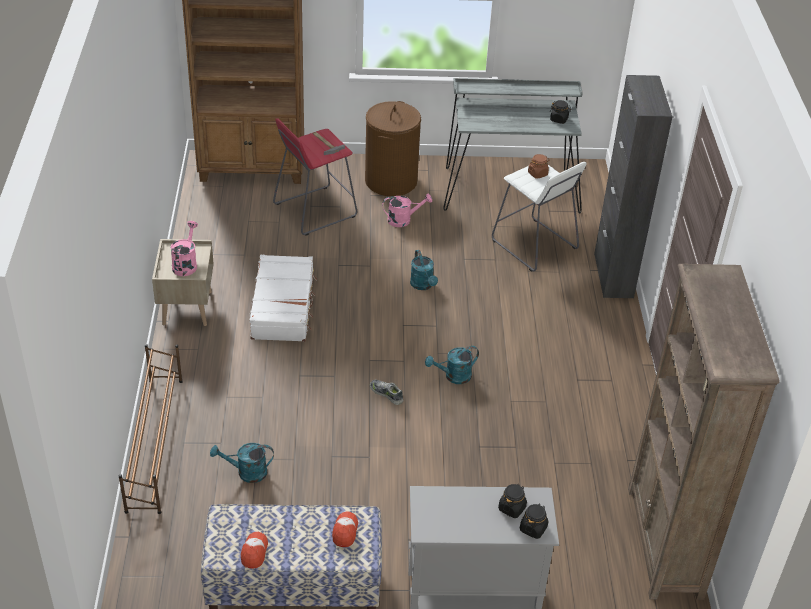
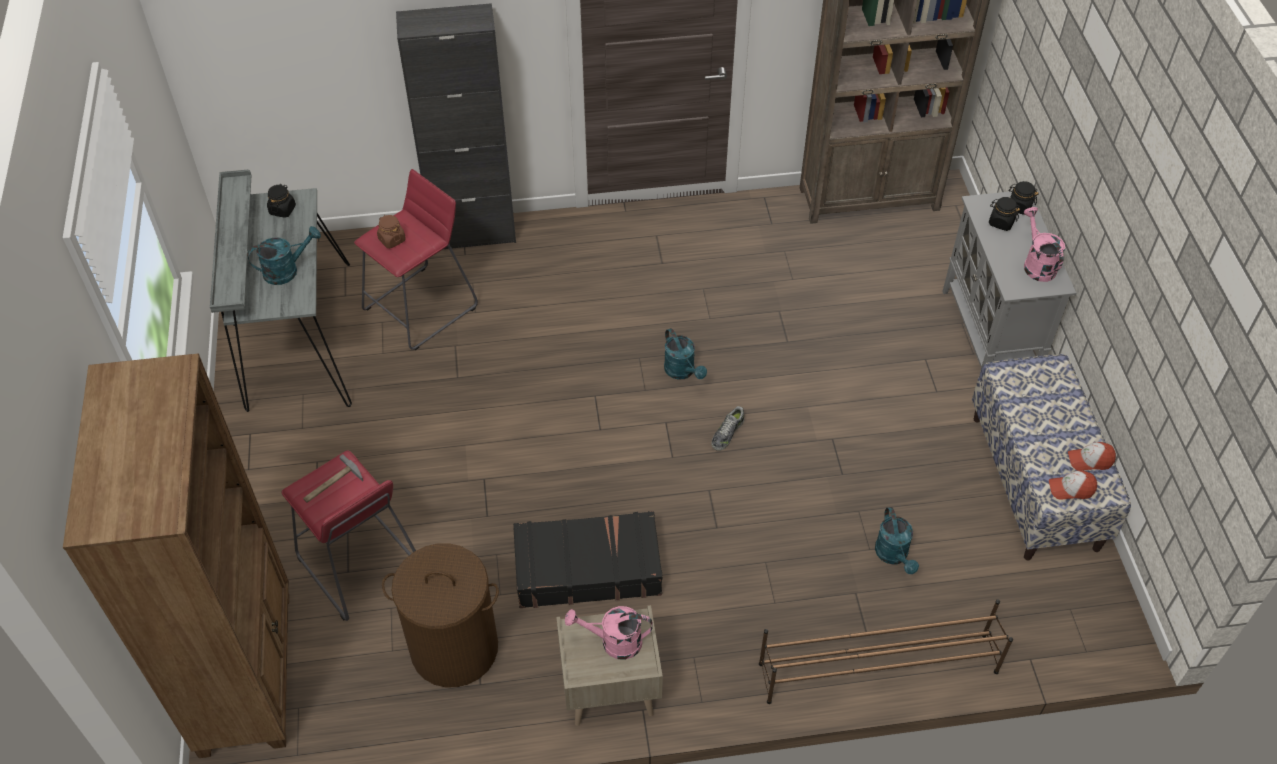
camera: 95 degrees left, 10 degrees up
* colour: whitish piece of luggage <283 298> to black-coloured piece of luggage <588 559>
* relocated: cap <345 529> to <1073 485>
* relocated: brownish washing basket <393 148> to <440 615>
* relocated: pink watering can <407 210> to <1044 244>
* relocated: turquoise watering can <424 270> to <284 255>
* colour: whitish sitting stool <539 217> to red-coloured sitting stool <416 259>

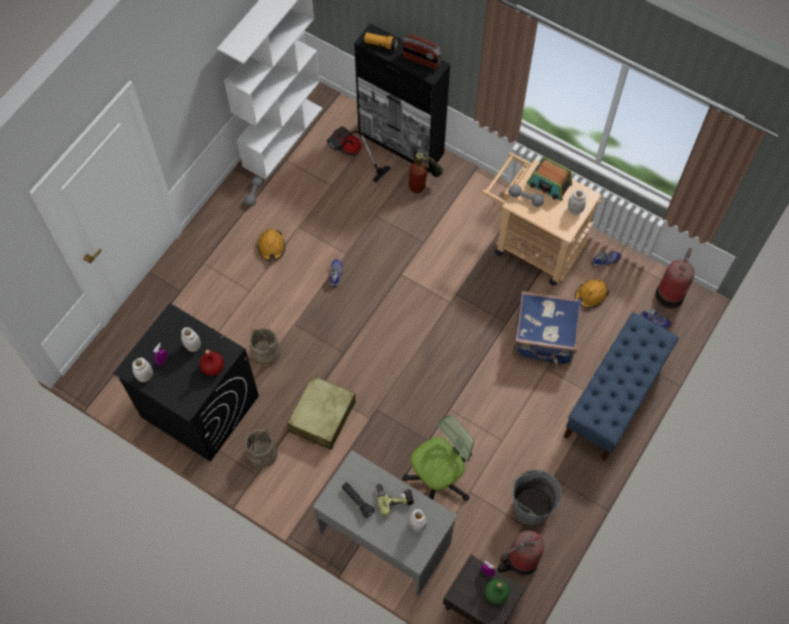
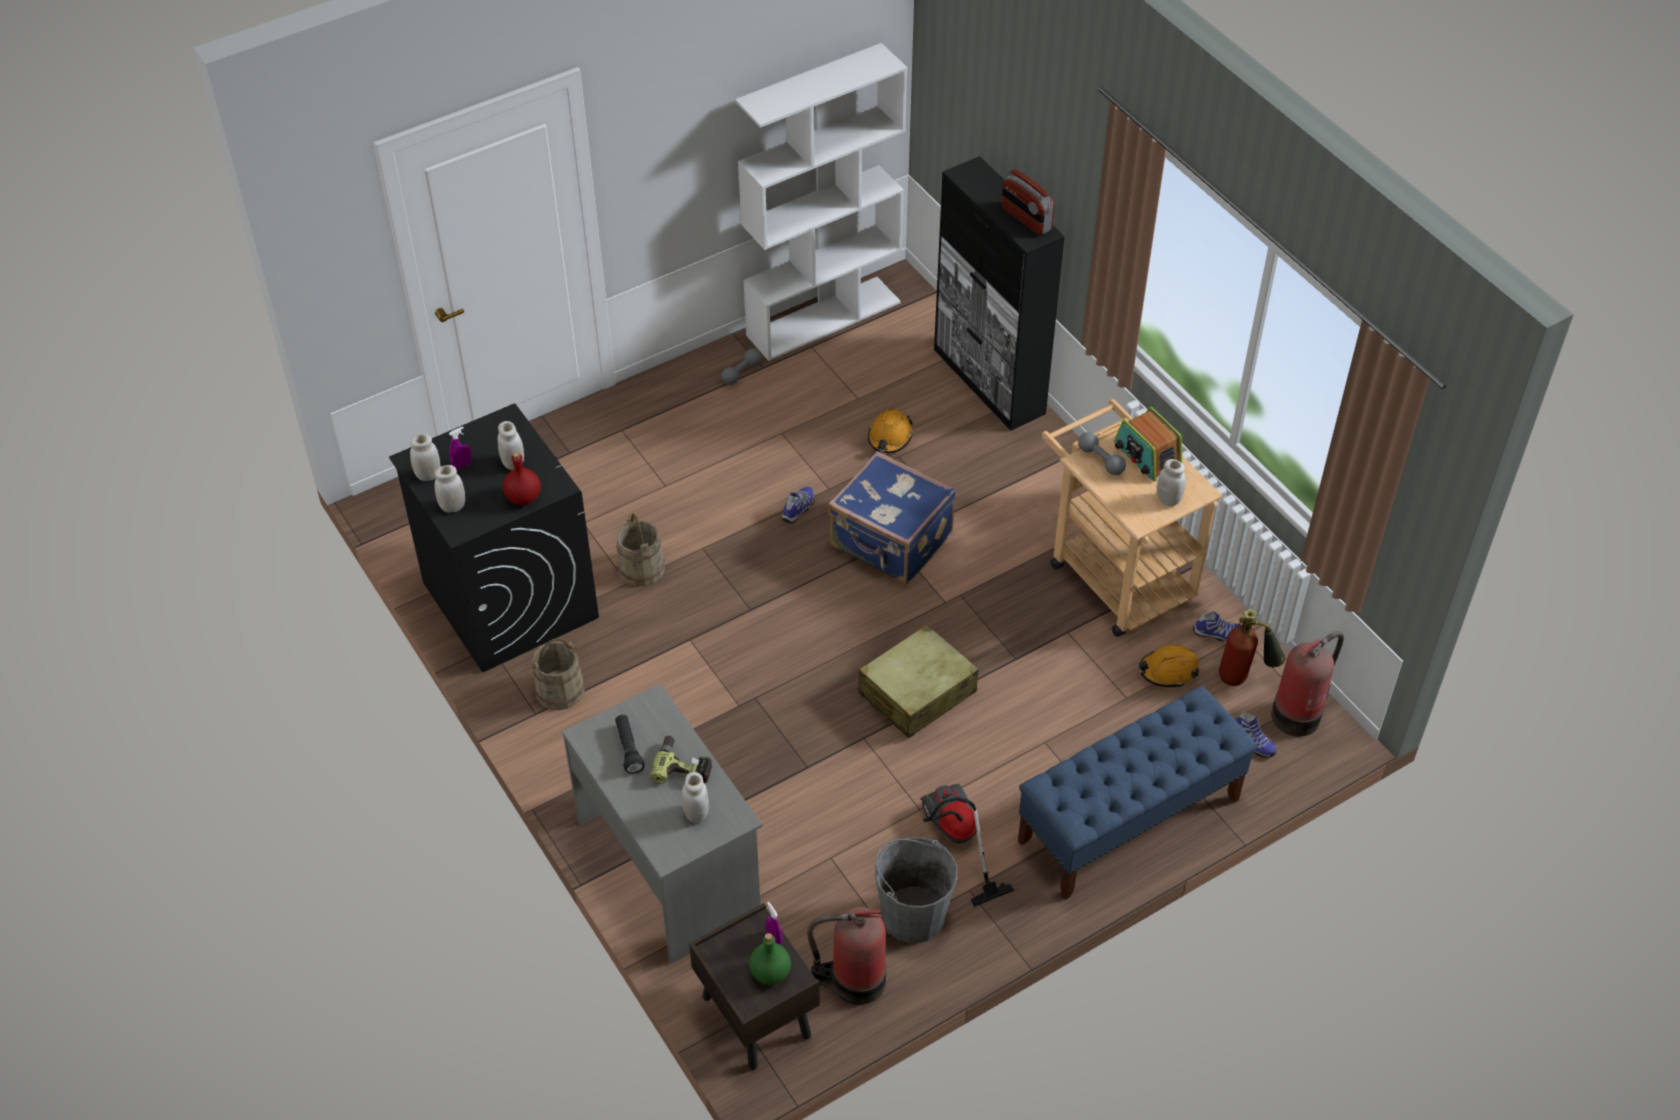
camera: 25 degrees right, 15 degrees down
* relocated: orange-coloured hard hat <271 245> to <890 431>
* relocated: sand-coloured piece of luggage <321 413> to <918 681>
* relocated: hoover <358 154> to <967 845>
* missing: flashlight <381 41>
* missing: computer chair <438 458>
* relocated: extinguisher <426 172> to <1252 647>
* relocated: blue piece of luggage <547 328> to <892 518>
* appeared: whitish storage jar <450 489>

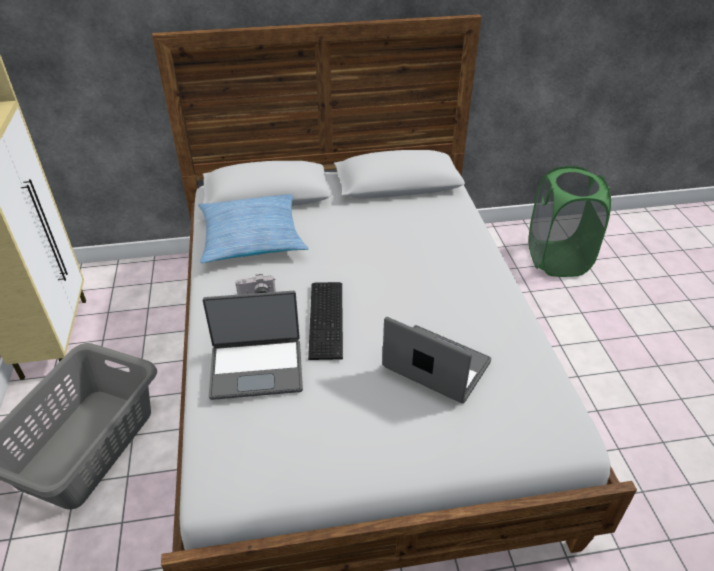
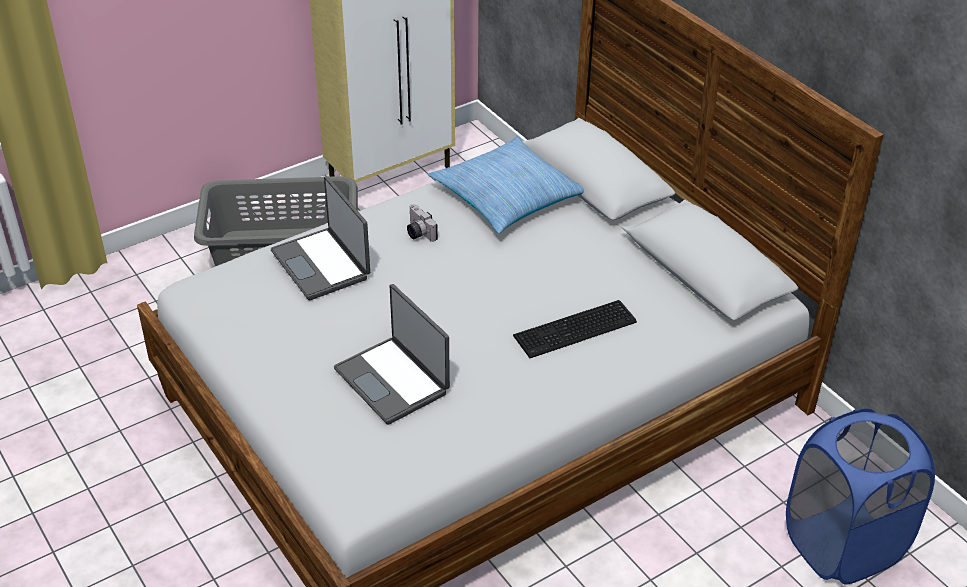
camera: 65 degrees right, 0 degrees up
* relocated: keyboard <325 321> to <575 329>
* spun: notebook computer <436 360> = <392 354> 135 degrees clockwise
* colour: green-coloured washing basket <570 221> to blue washing basket <860 496>

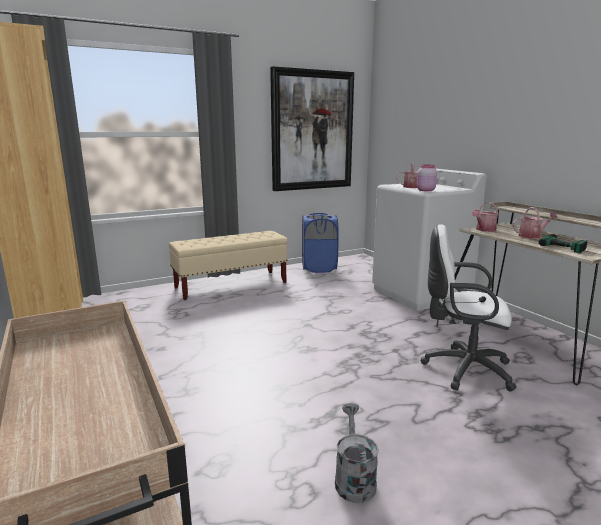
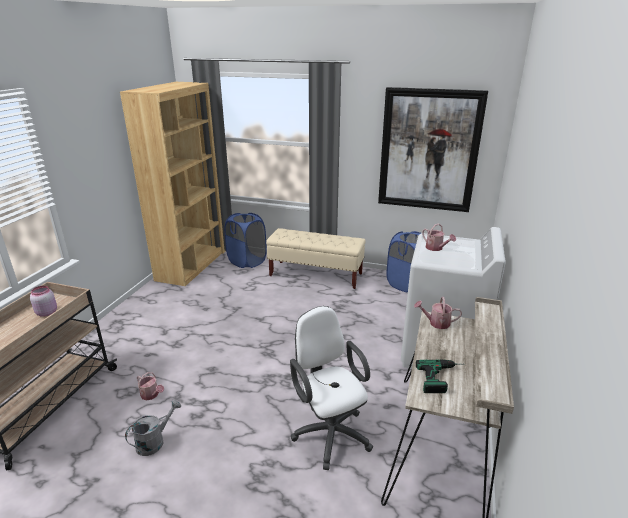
camera: 45 degrees right, 10 degrees up
* relocated: pink storage jar <427 178> to <43 301>
* relocated: watering can <535 223> to <150 386>
* appeared: blue washing basket <245 240>

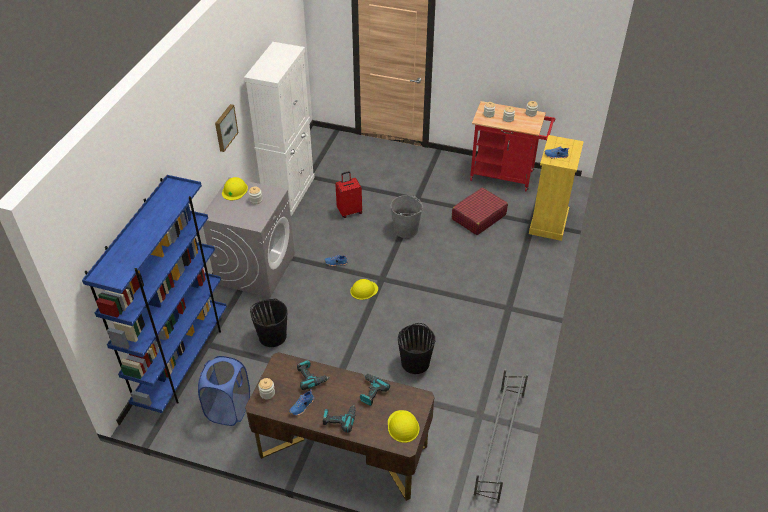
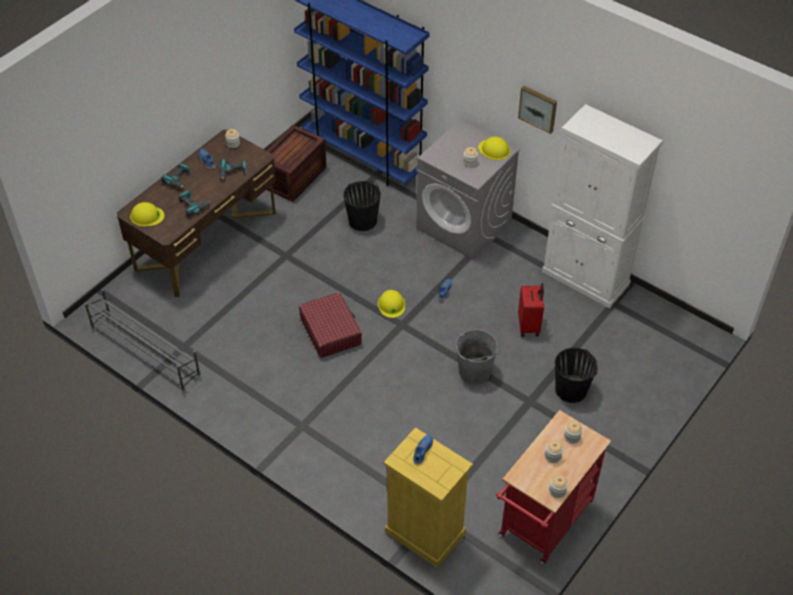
camera: 110 degrees right, 5 degrees up
* exchanged: blue washing basket <224 391> to packing crate <296 163>
* relocated: black-coloured pail <417 348> to <576 375>
* relocated: red-coloured piece of luggage <480 211> to <330 325>

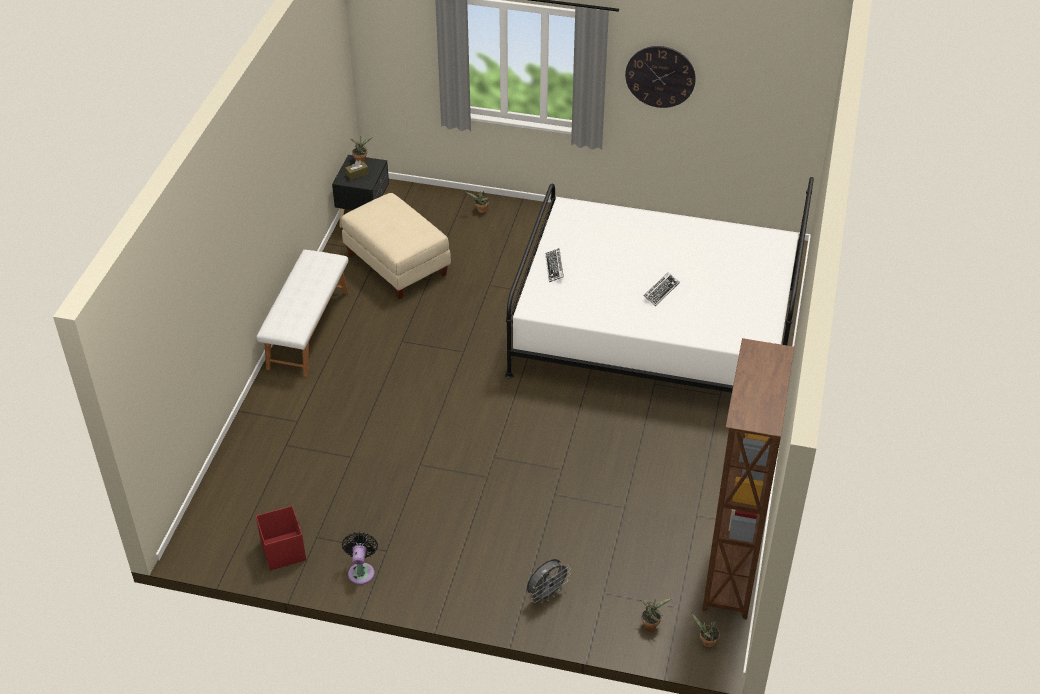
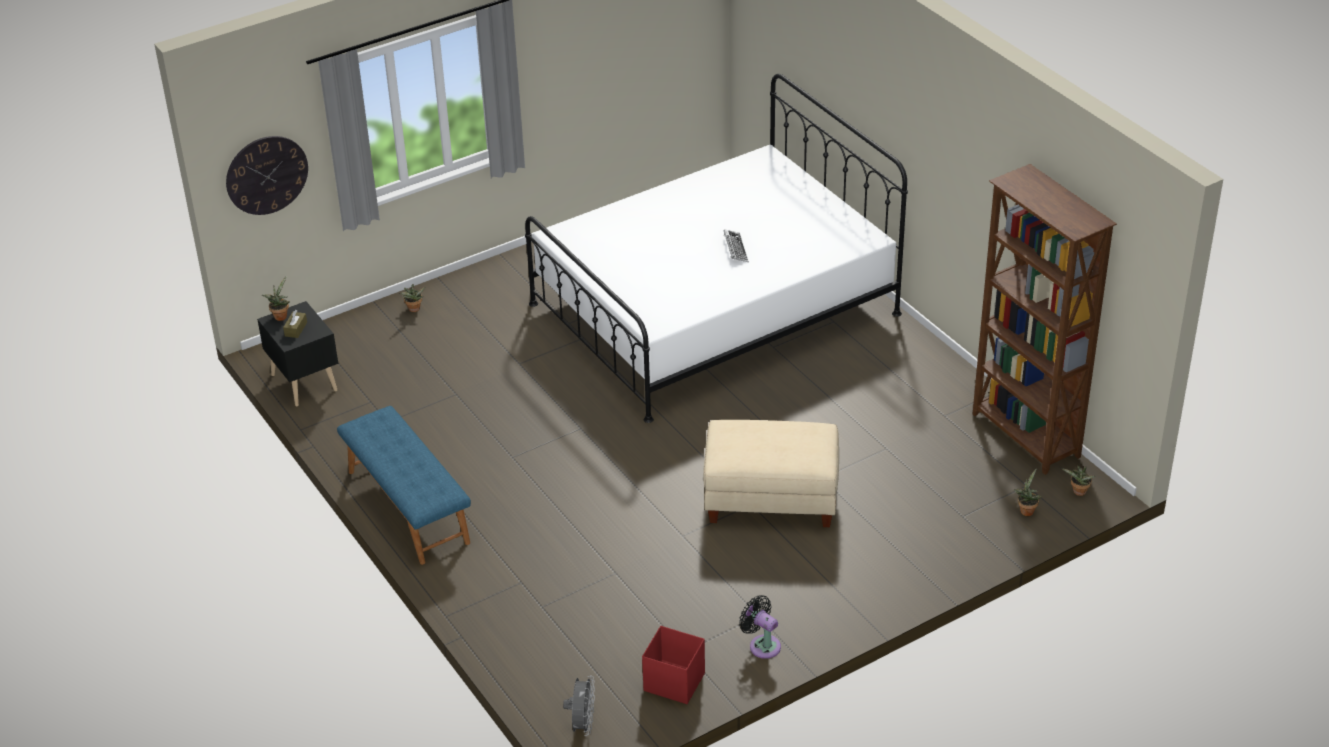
camera: 45 degrees left, 5 degrees down
* colour: whitish long seat <302 313> to blue long seat <404 485>
* relocated: sand-coloured footrest <396 246> to <771 473>
* relocated: greyish fan <549 581> to <579 706>
* missing: keyboard <554 265>
* relocated: hanging clock <660 77> to <267 175>

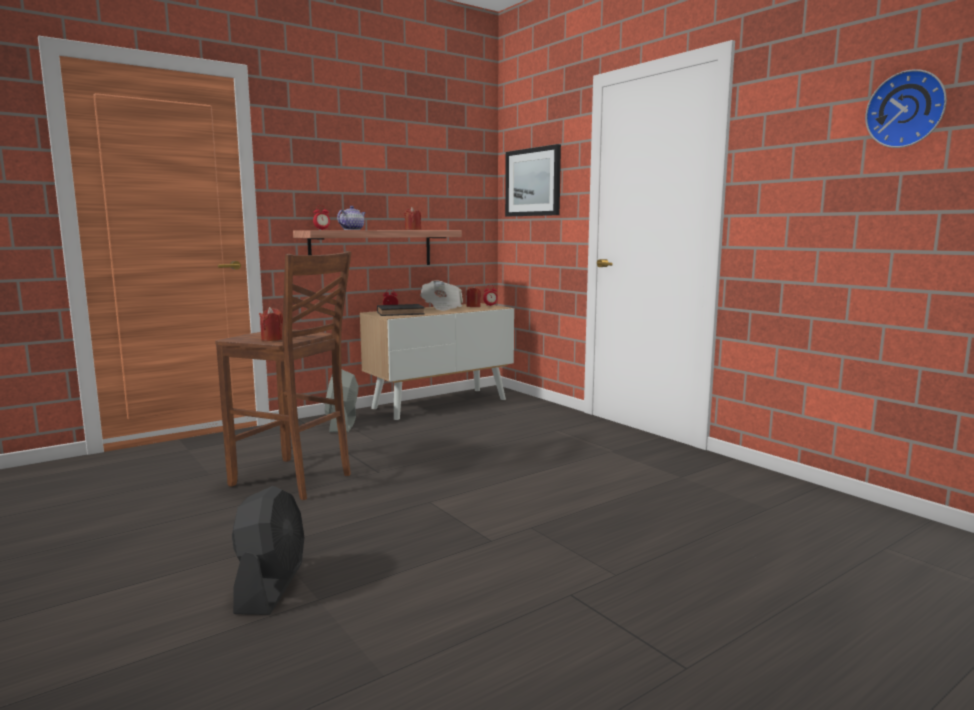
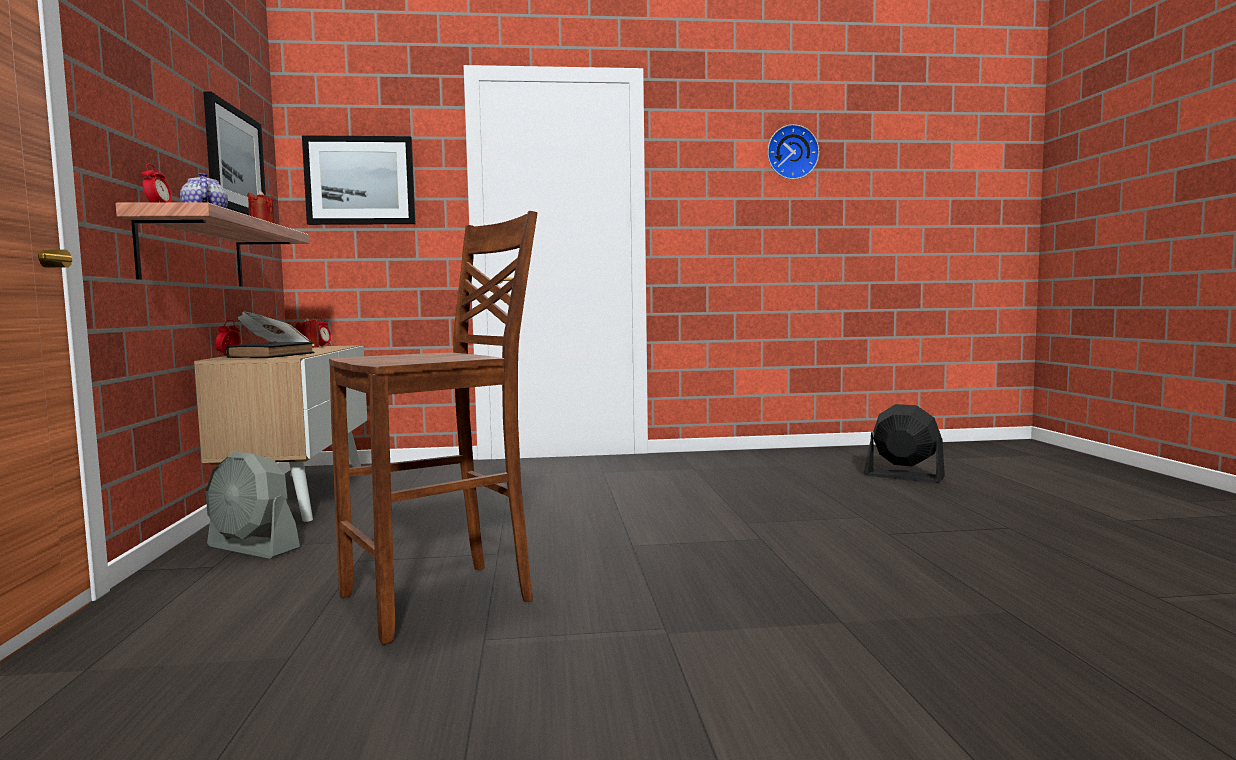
camera: 60 degrees left, 5 degrees down
* relocated: black-coloured fan <268 550> to <904 443>
* missing: red-coloured candle <271 324>
* appeared: wall picture <234 153>

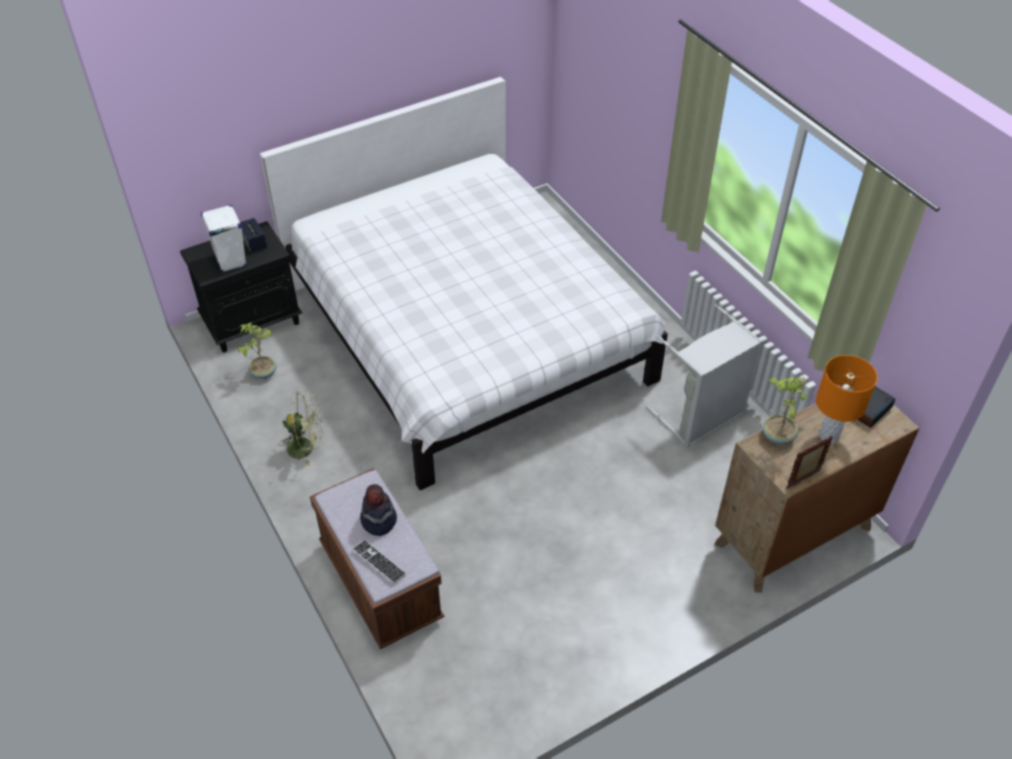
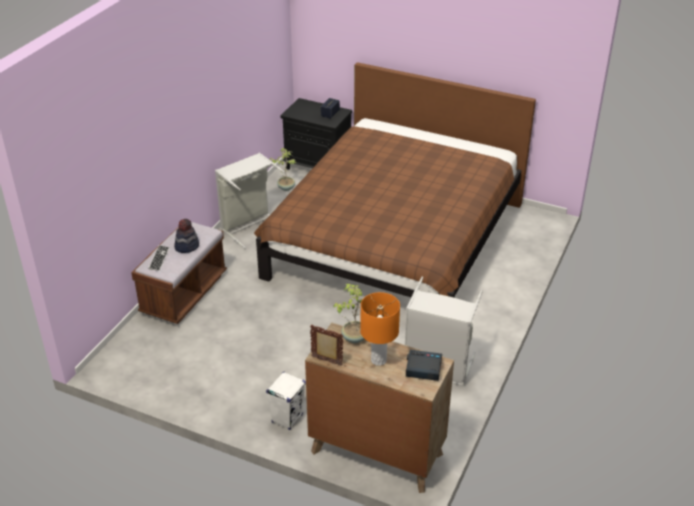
camera: 55 degrees right, 10 degrees down
* relocated: whitish speaker <224 238> to <286 401>
* colour: whitish bedroom bed <464 283> to brownish bedroom bed <395 180>
* exchanged: green-coloured fan <301 428> to greyish washing basket <249 201>

